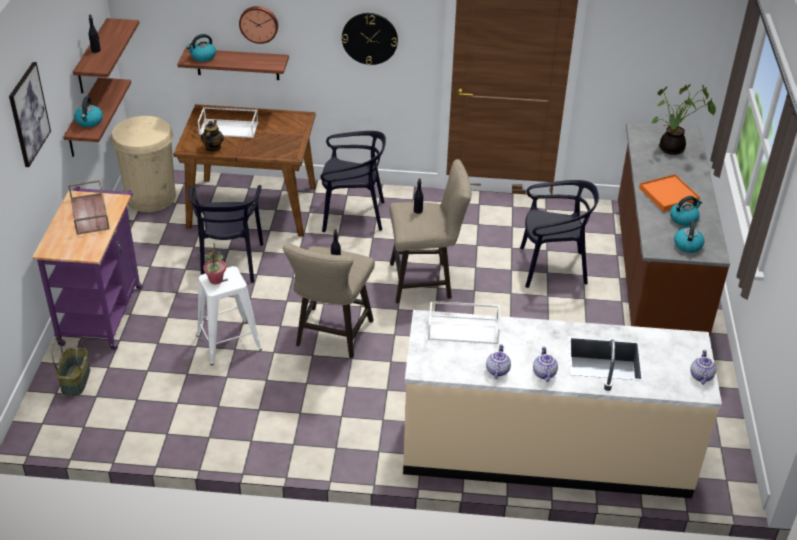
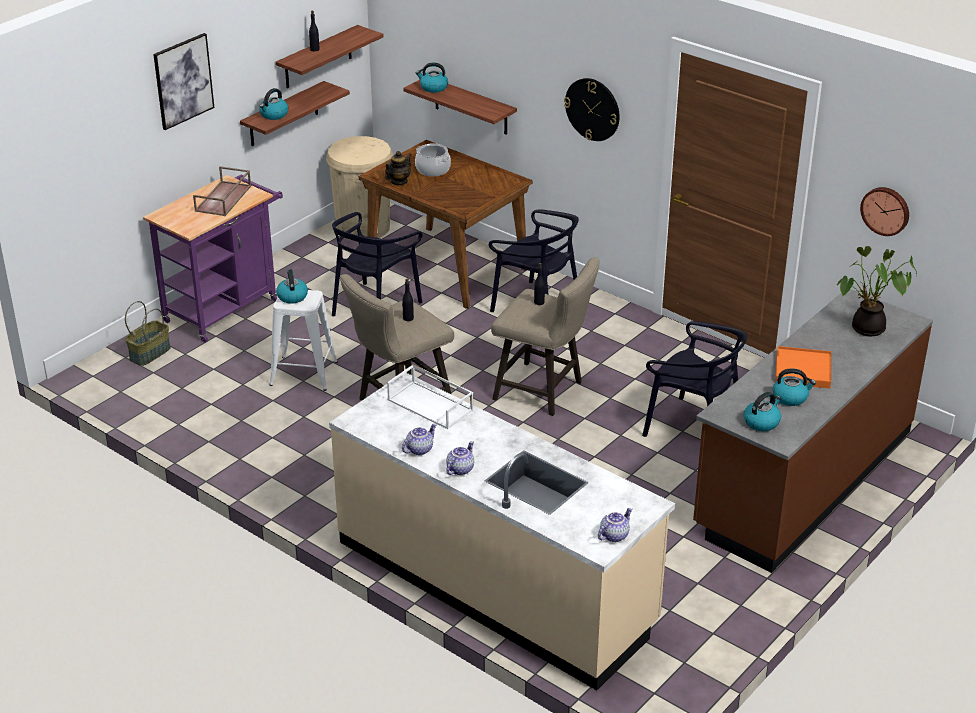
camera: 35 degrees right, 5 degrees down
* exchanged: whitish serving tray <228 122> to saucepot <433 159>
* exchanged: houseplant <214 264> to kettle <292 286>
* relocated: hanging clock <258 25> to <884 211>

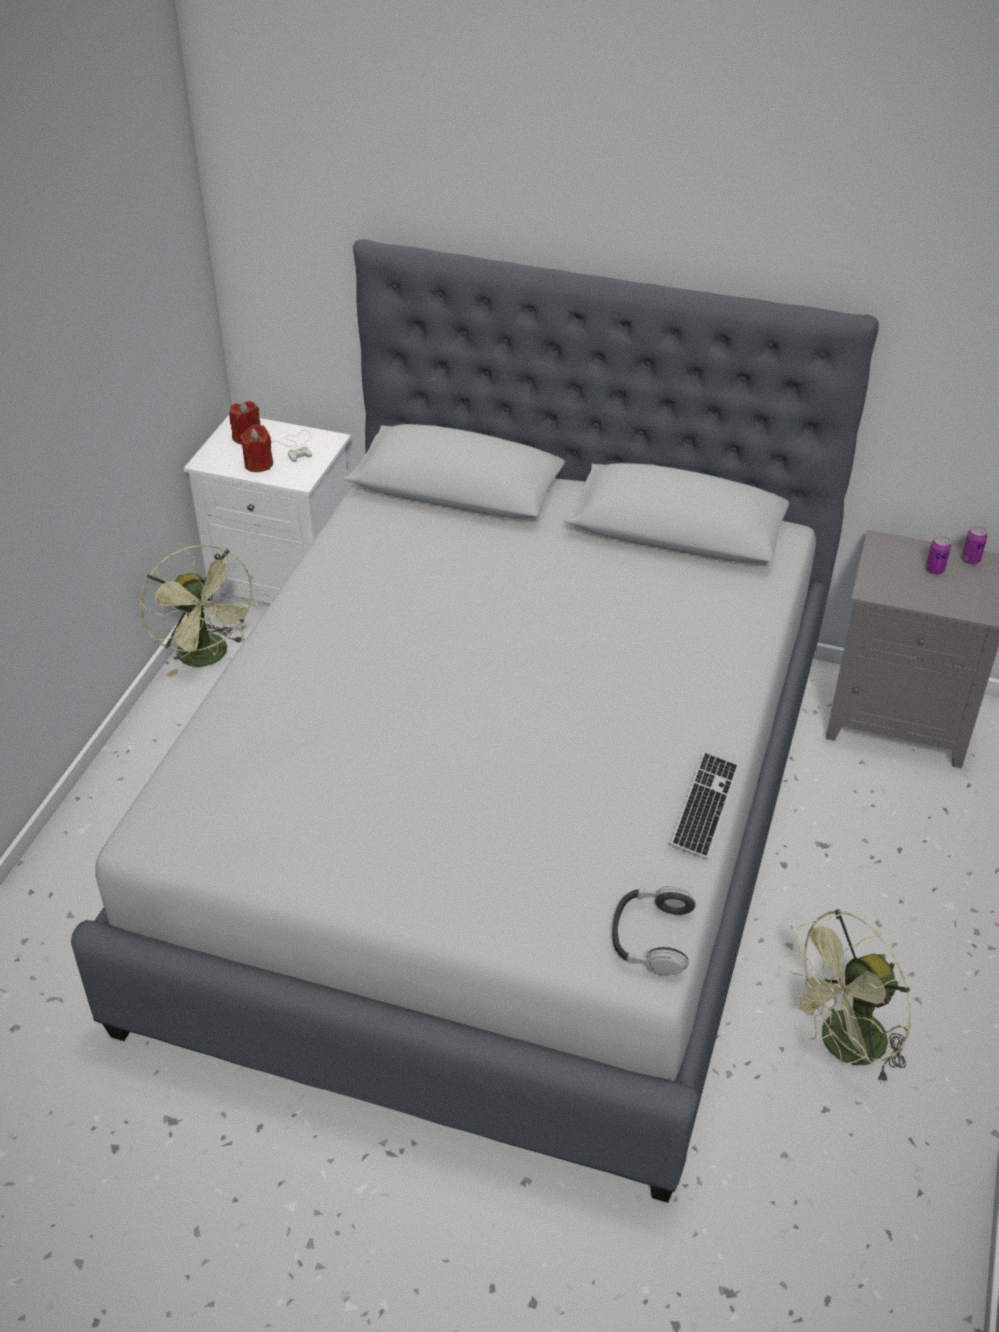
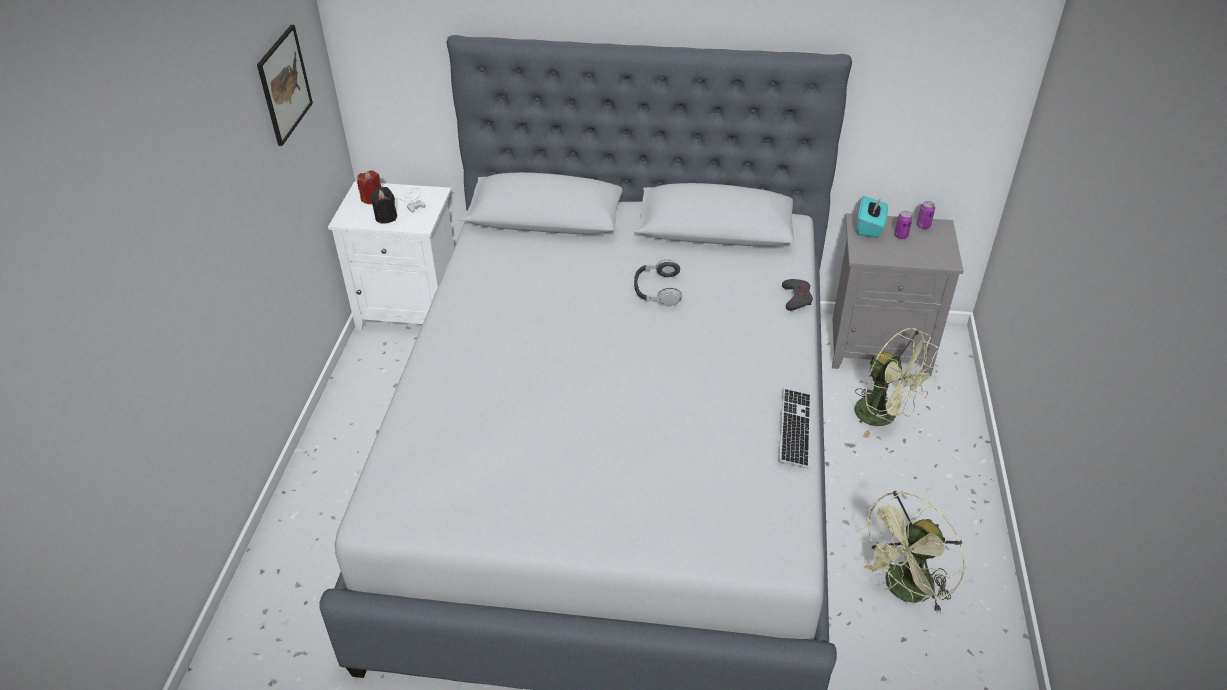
camera: 10 degrees left, 0 degrees up
* relocated: green-coloured fan <198 611> to <896 383>
* colour: red-coloured candle <256 448> to black-coloured candle <383 205>
* relocated: headphones <654 931> to <658 283>
* appeared: wall picture <285 85>
* appeared: greyish game controller <797 295>
* appeared: turquoise tissue box <872 217>

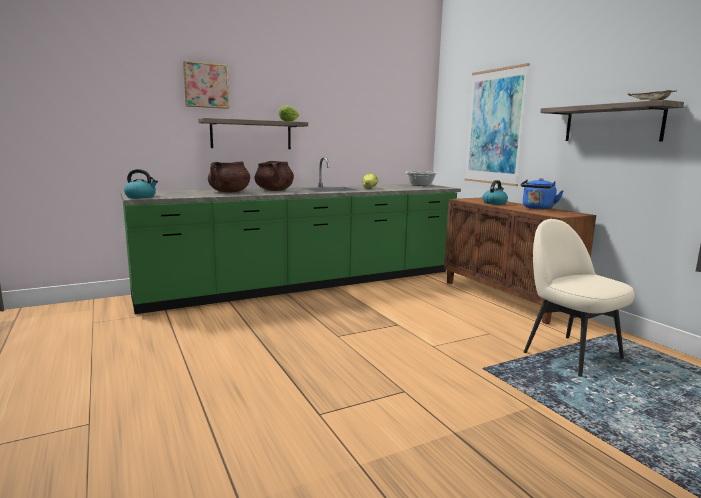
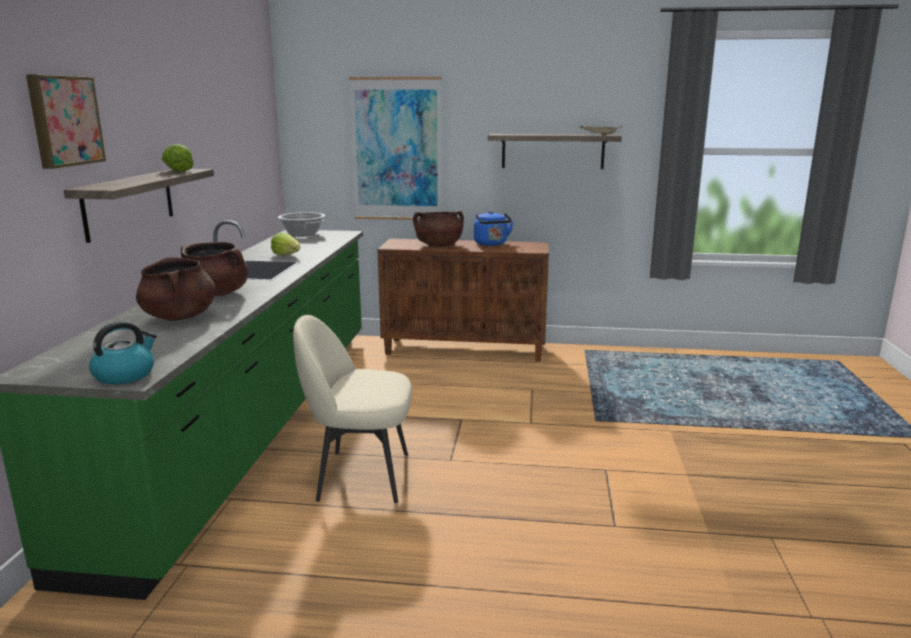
camera: 55 degrees left, 5 degrees up
* exchanged: kettle <495 192> to brownish saucepot <438 229>
* relocated: sand-coloured chair <579 298> to <352 409>

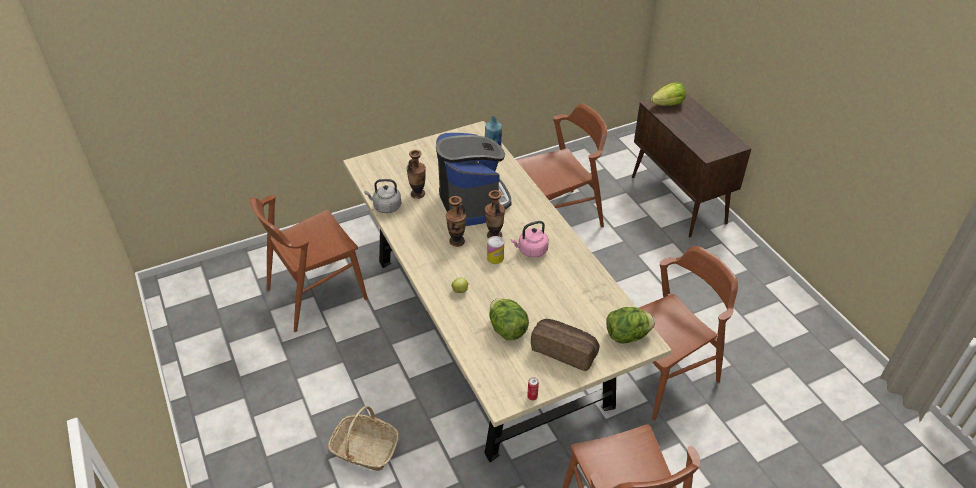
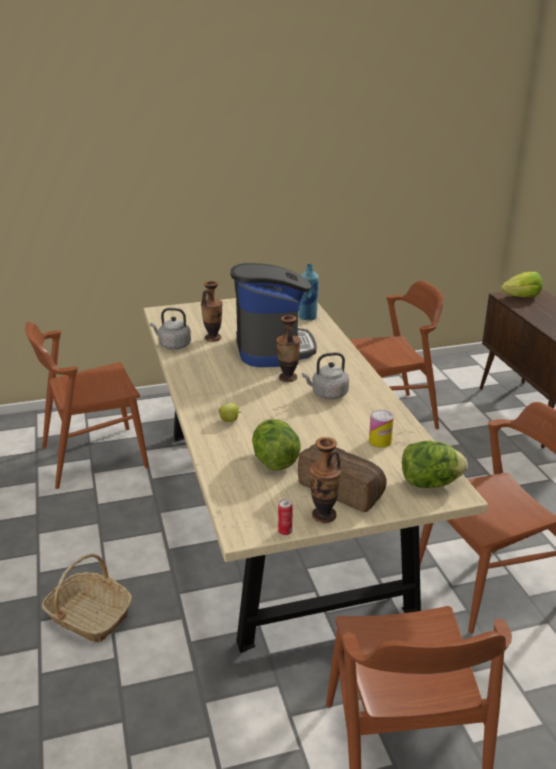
camera: 10 degrees right, 15 degrees down
* relocated: flower vase <456 221> to <325 480>
* relocated: metal can <495 250> to <381 429>
* colour: pink kettle <530 239> to greyish kettle <325 375>

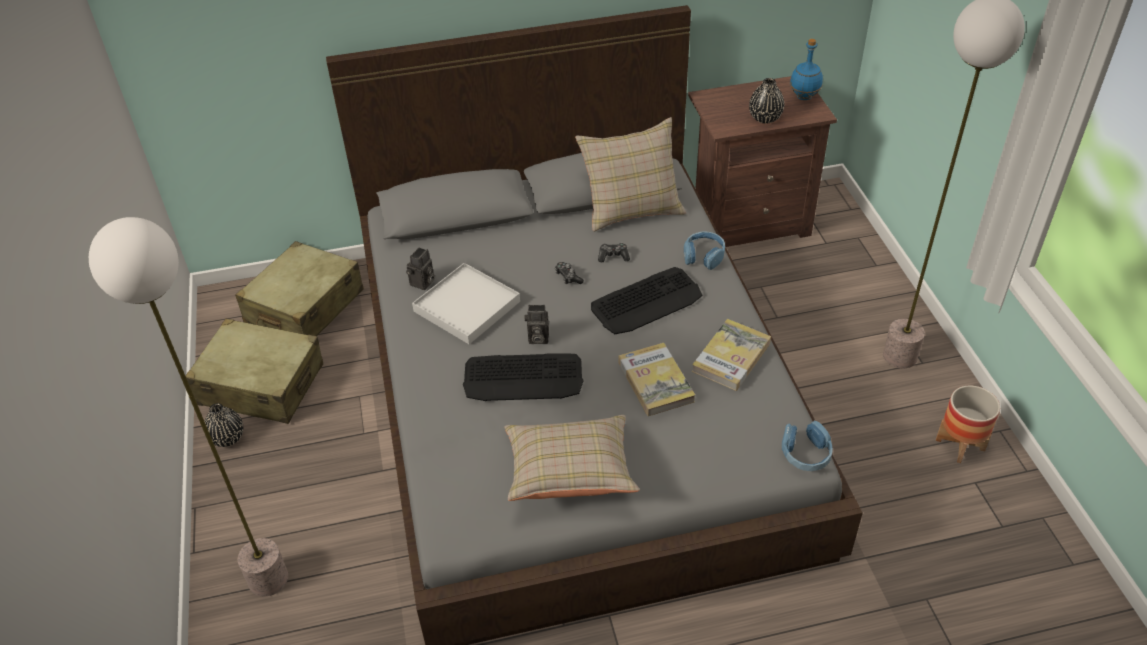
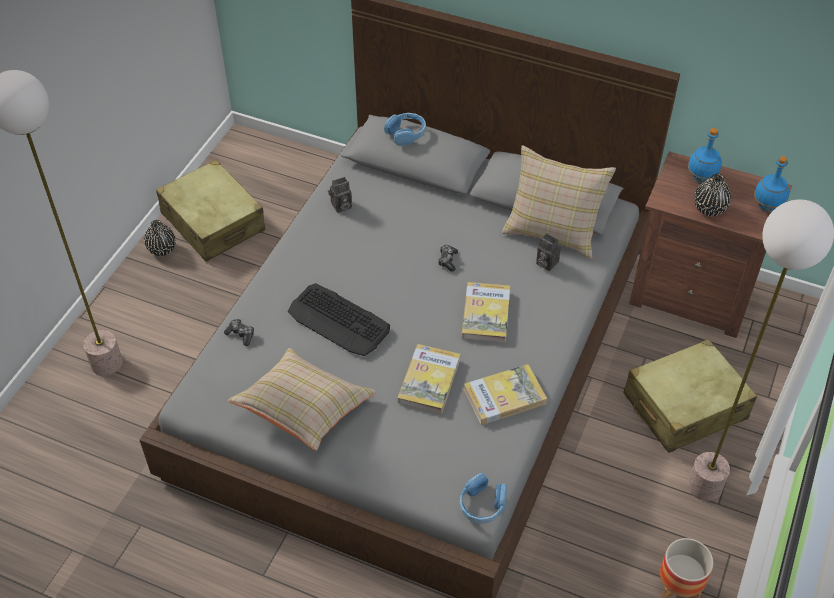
camera: 35 degrees right, 5 degrees up
* relocated: sand-coloured piece of luggage <299 288> to <690 396>
* missing: whitish serving tray <466 303>
* relocated: photo camera <537 324> to <548 252>
* exchanged: keyboard <646 300> to bound book <486 312>
* relocated: game controller <614 252> to <239 332>
* relocated: blue headphones <704 251> to <405 129>
* appeared: blue beverage bottle <705 155>

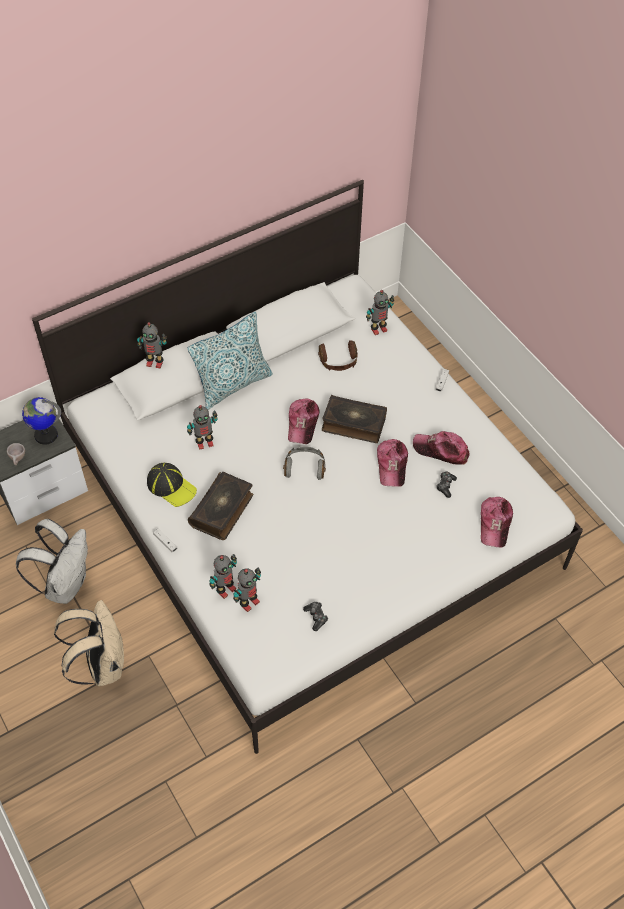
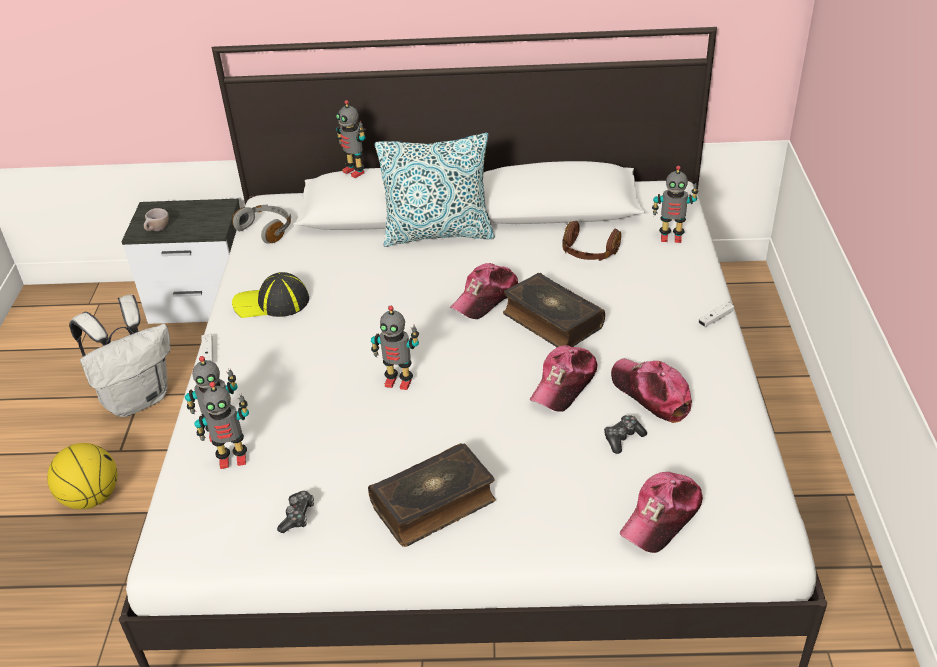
camera: 35 degrees right, 15 degrees down
* missing: world globe <41 421>
* exchanged: sand-coloured rucksack <89 643> to basketball <82 476>
* spun: cap <172 485> = <270 295> 105 degrees clockwise
* relocated: toy robot <202 427> to <395 348>
* relocated: bound book <220 506> to <432 495>
* relocated: greyish headphones <304 463> to <261 224>

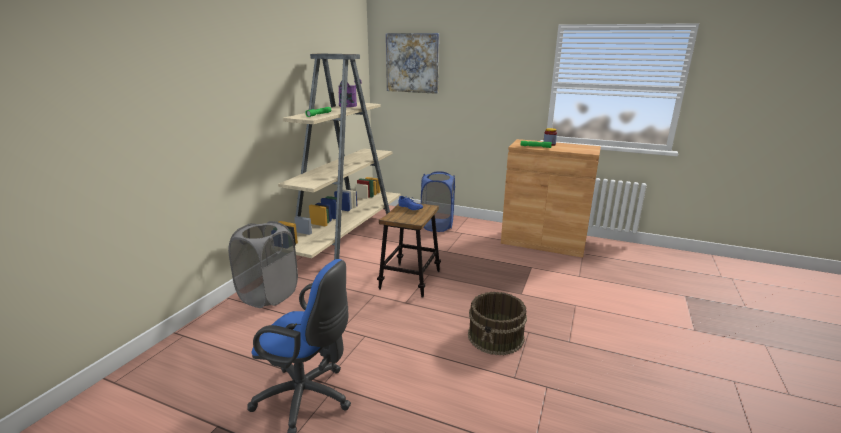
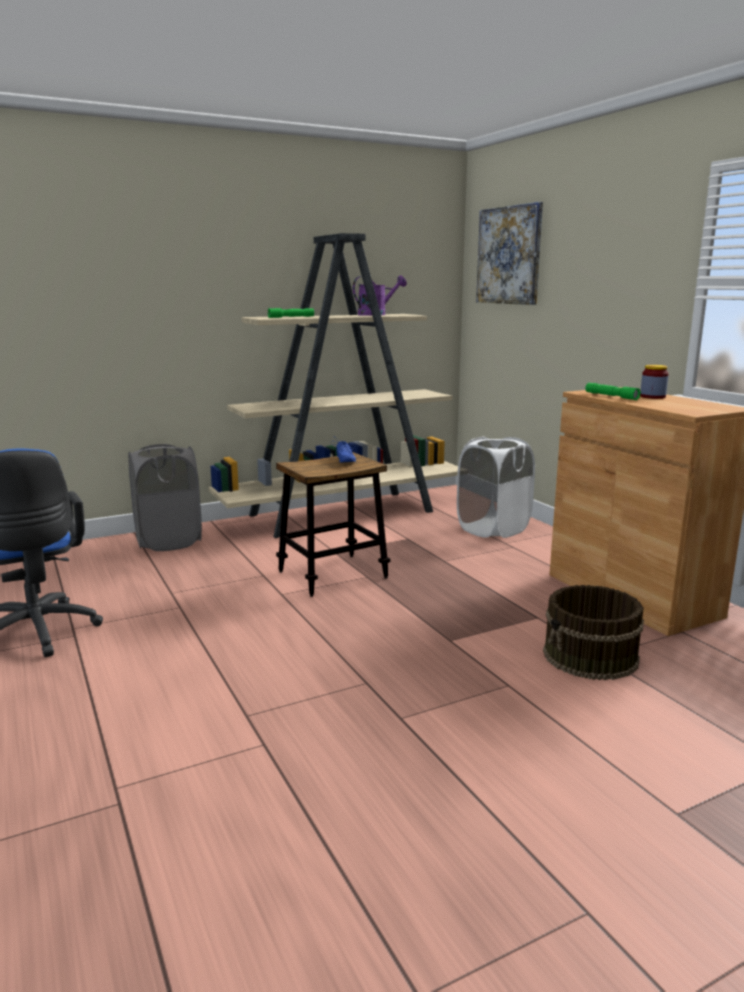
camera: 40 degrees right, 5 degrees down
* colour: blue washing basket <438 201> to whitish washing basket <496 487>
* relocated: brownish pail <497 323> to <593 632>

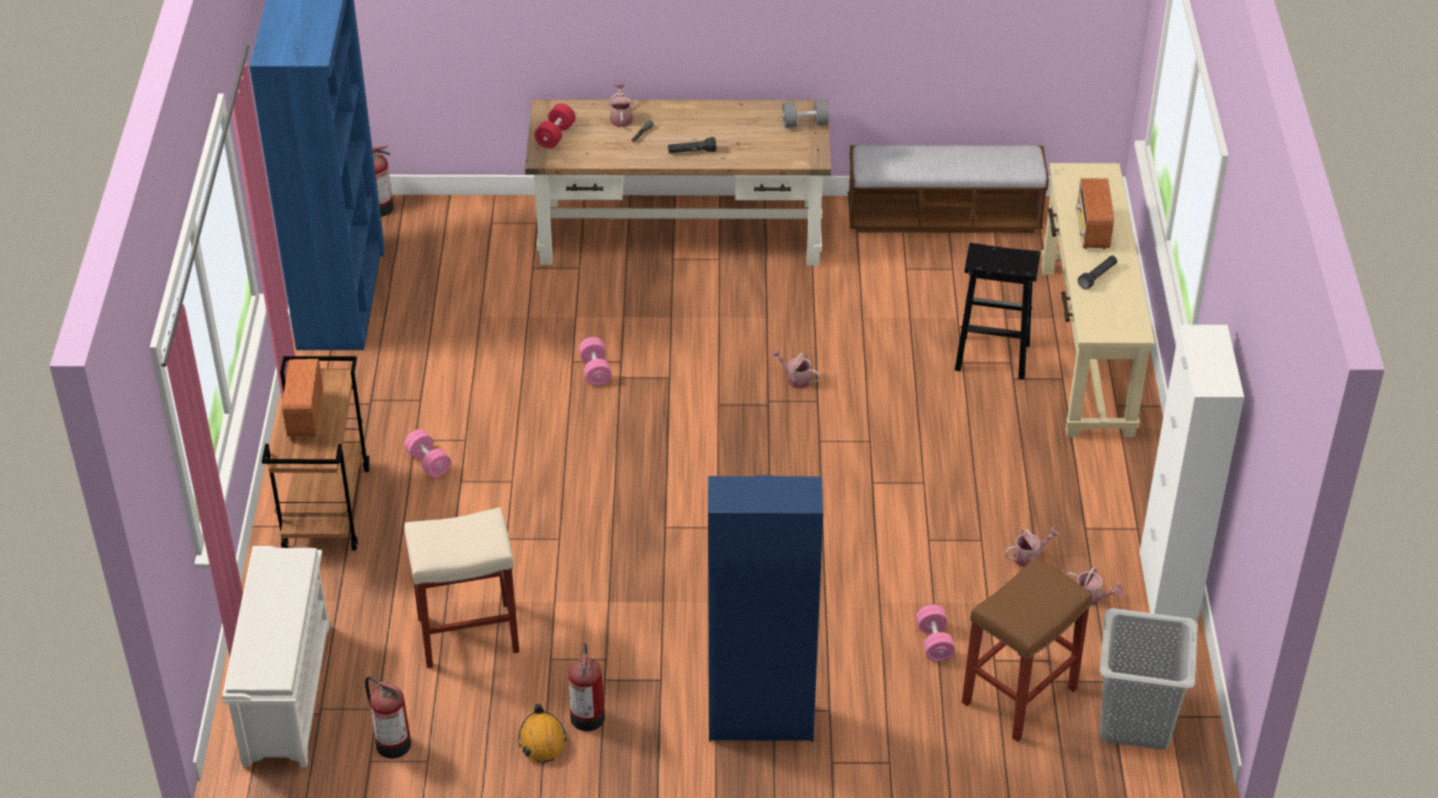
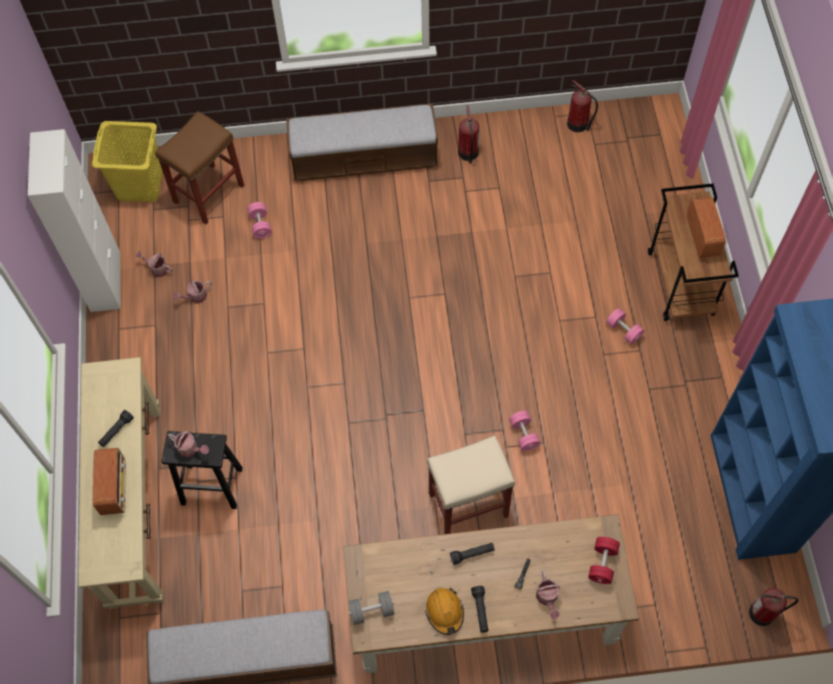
camera: 175 degrees right, 20 degrees up
* missing: whitish shoe rack <276 656>
* relocated: sand-coloured sitting stool <461 587> to <471 485>
* relocated: orange-coloured hard hat <542 732> to <444 611>
* exchanged: blue cupboard <765 608> to long seat <362 142>
* relocated: watering can <796 369> to <188 444>
* colour: greyish washing basket <1148 679> to yellow-coloured washing basket <127 161>
* appeared: black-coloured flashlight <480 609>

